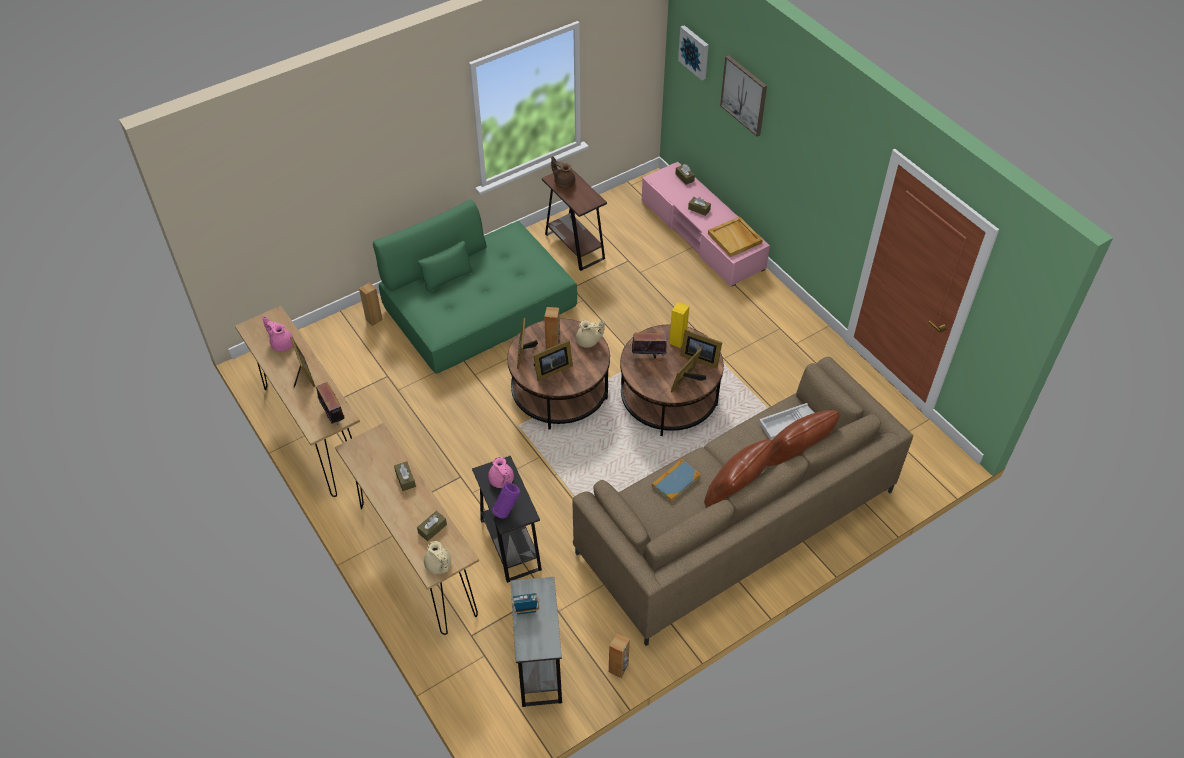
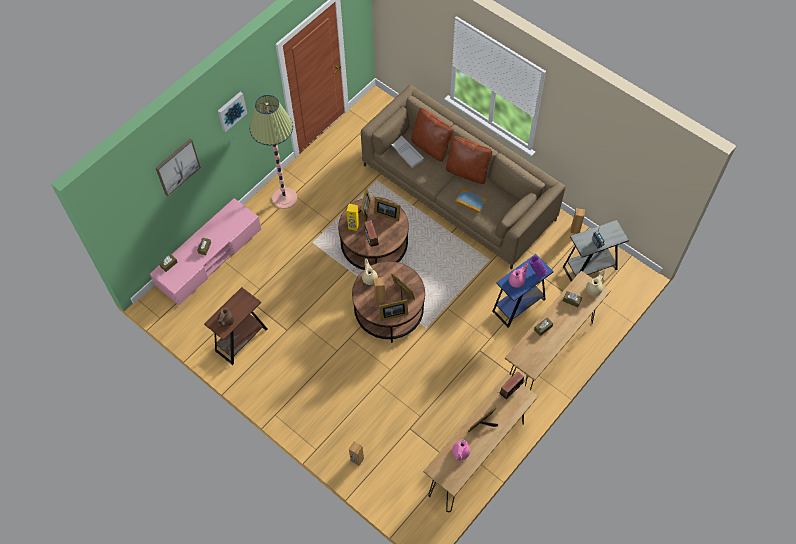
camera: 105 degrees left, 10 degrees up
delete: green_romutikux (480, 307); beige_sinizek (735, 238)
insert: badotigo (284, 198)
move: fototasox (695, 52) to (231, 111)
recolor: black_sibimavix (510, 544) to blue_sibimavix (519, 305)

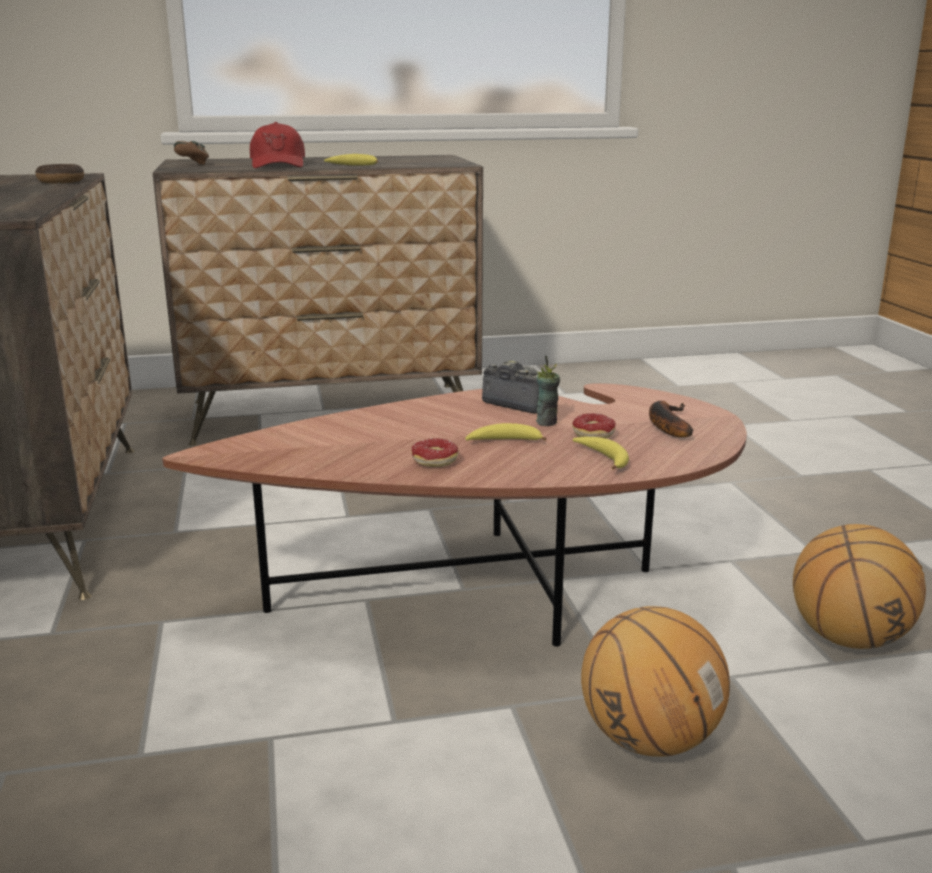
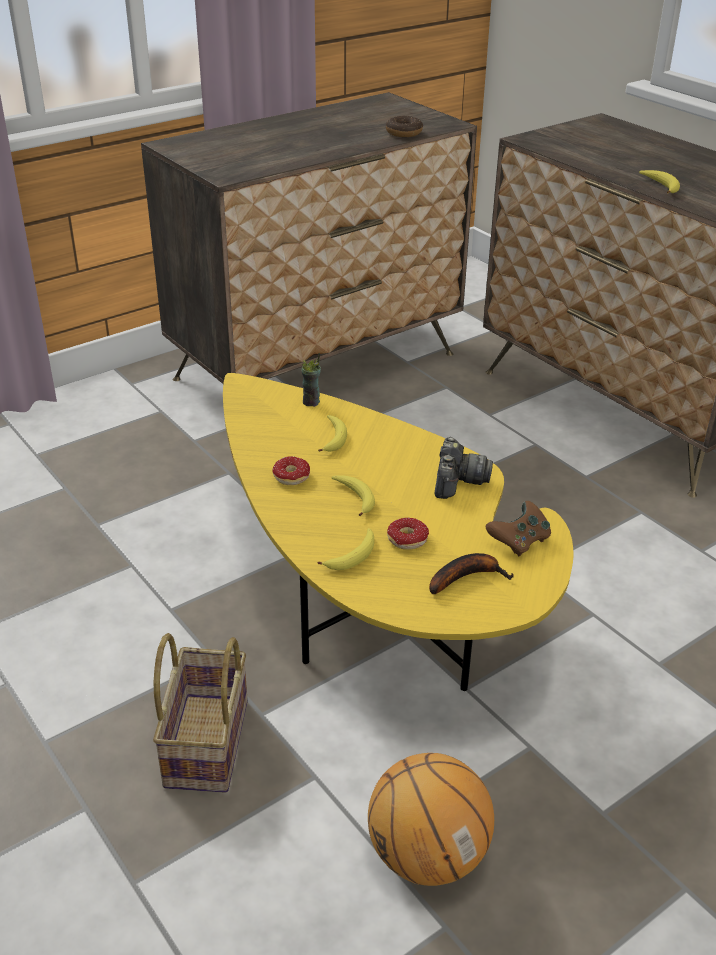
camera: 65 degrees right, 15 degrees up
delete: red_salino (278, 165)
insert: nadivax (333, 438)
move: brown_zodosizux (192, 164) to (519, 541); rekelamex (546, 422) to (311, 402)
replace: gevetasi (648, 739) to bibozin (205, 740)
recolor: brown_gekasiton (497, 587) to yellow_gekasiton (371, 606)

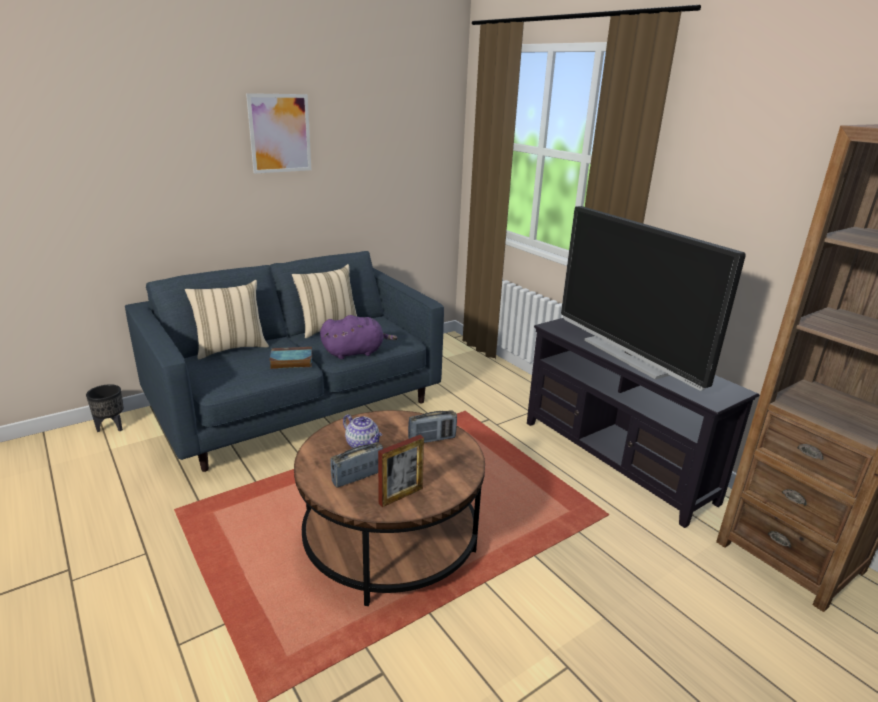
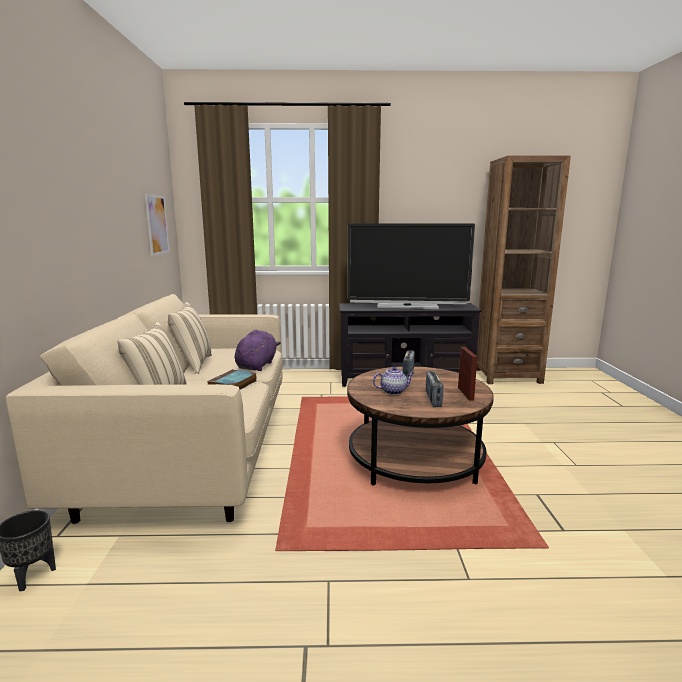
camera: 55 degrees left, 10 degrees down
move: fototasox (280, 133) to (157, 225)
recolor: blue_romutikux (297, 407) to beige_romutikux (194, 452)

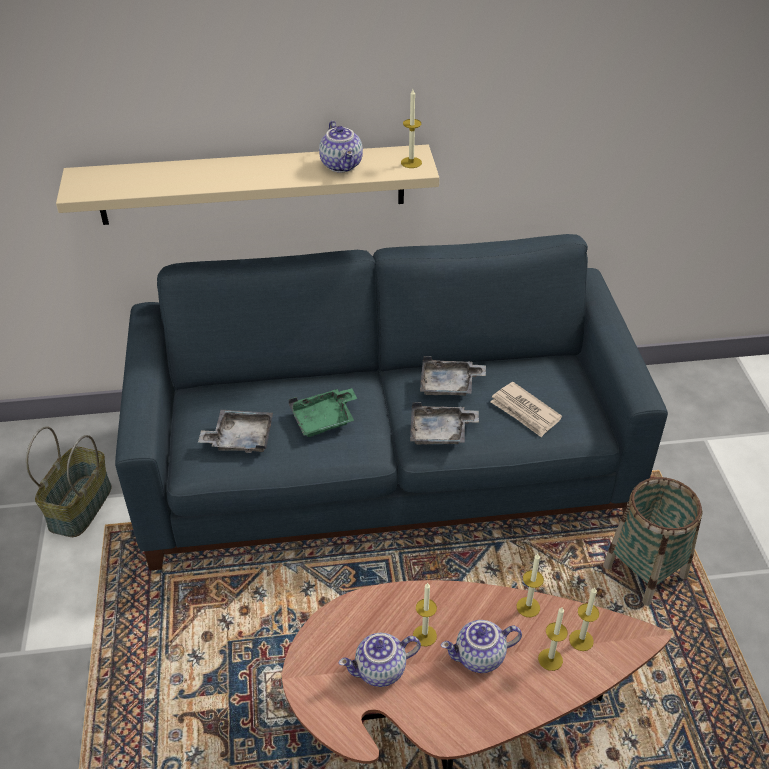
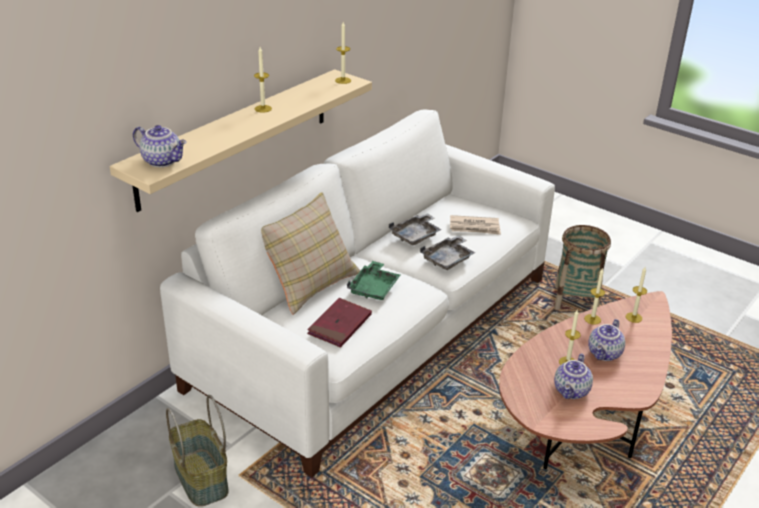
camera: 45 degrees left, 10 degrees down
insert: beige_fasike (308, 283)
move: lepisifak (342, 165) to (163, 161); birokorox (550, 659) to (263, 108)
replace: grey_sinizek (240, 438) to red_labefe (339, 325)
recolor: blue_romutikux (386, 467) to white_romutikux (377, 331)

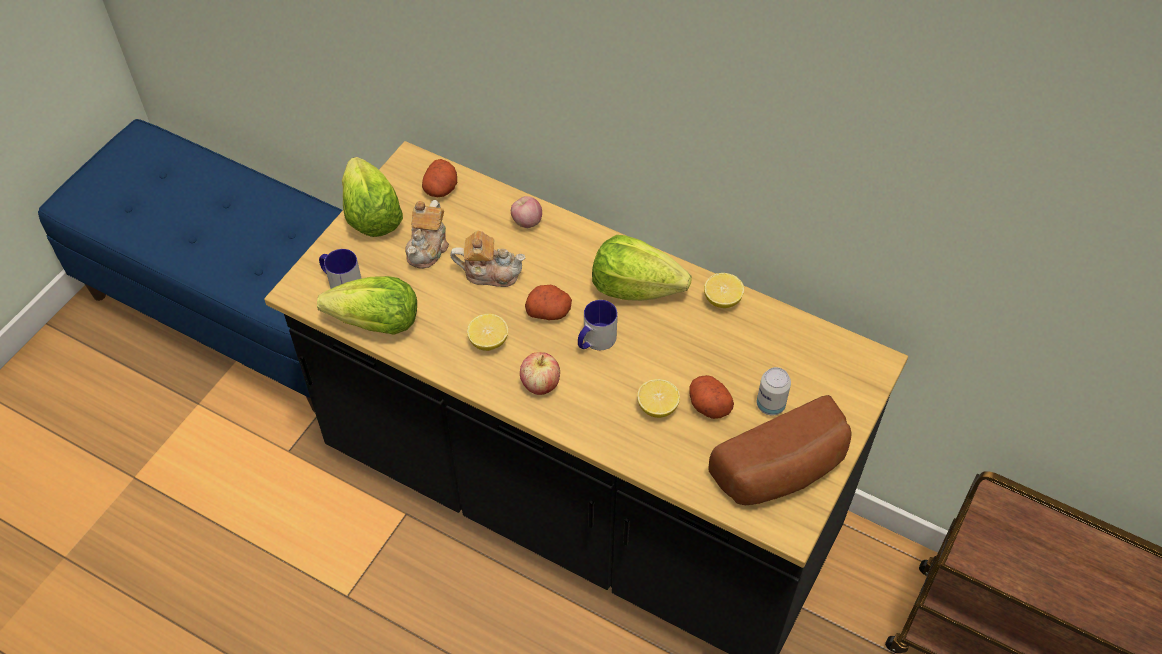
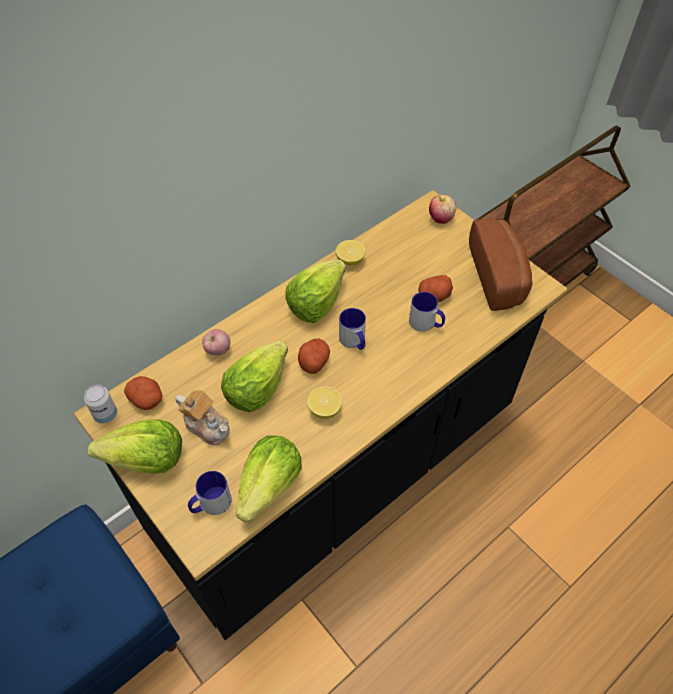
camera: 70 degrees left, 0 degrees up
move: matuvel (540, 384) to (440, 218); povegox (770, 405) to (105, 414)
replace: lepisifak (490, 272) to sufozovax (256, 389); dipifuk (657, 407) to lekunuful (426, 323)

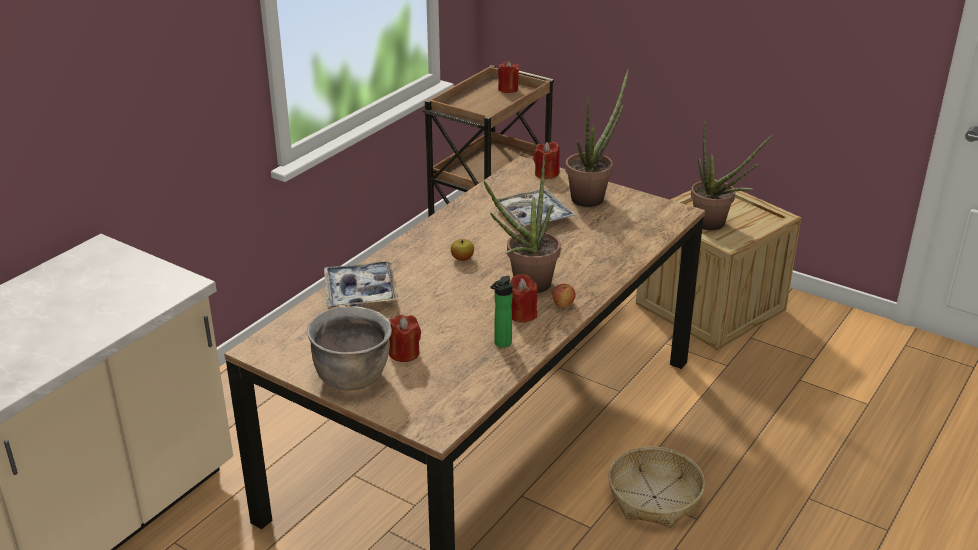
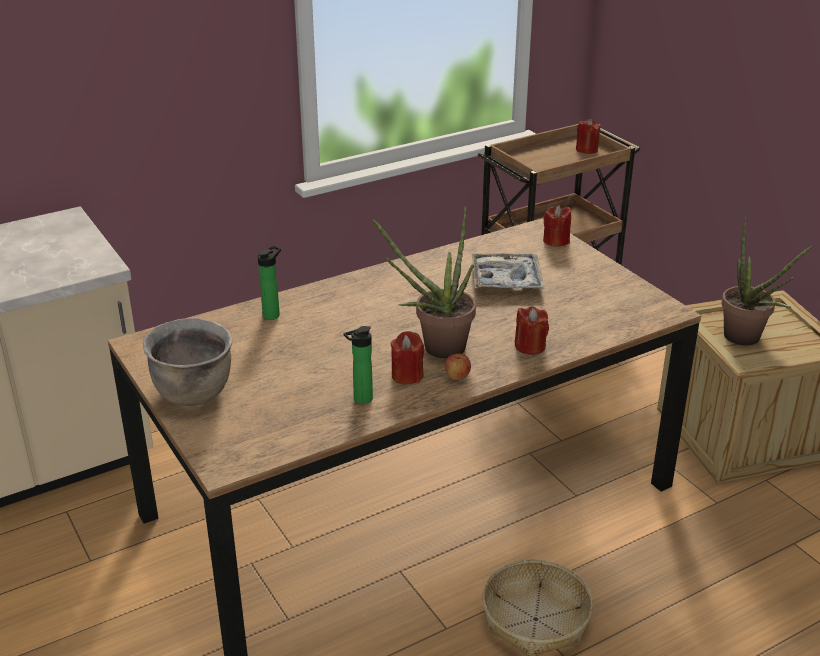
camera: 25 degrees right, 0 degrees up
delete: matuvel (462, 258); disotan (592, 196)
move: red_birokorox (404, 353) to (530, 346)
replace: sinizek (360, 292) to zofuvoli (273, 314)

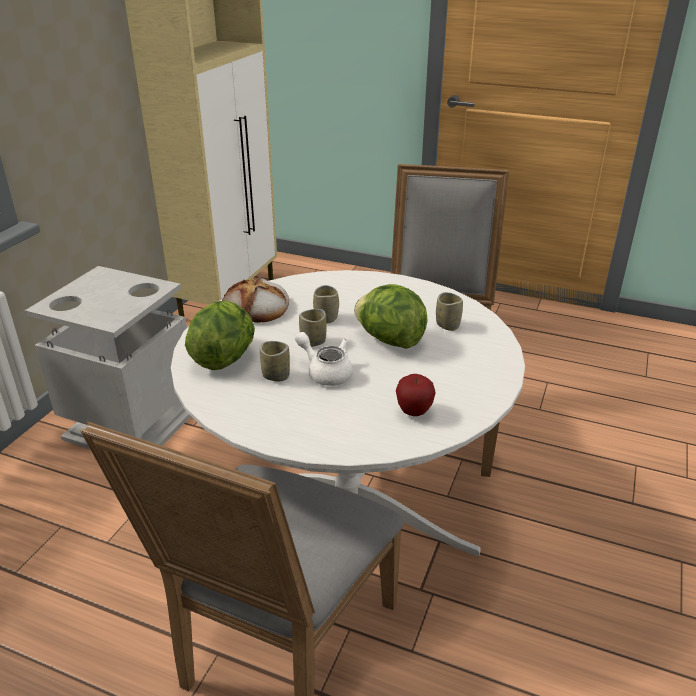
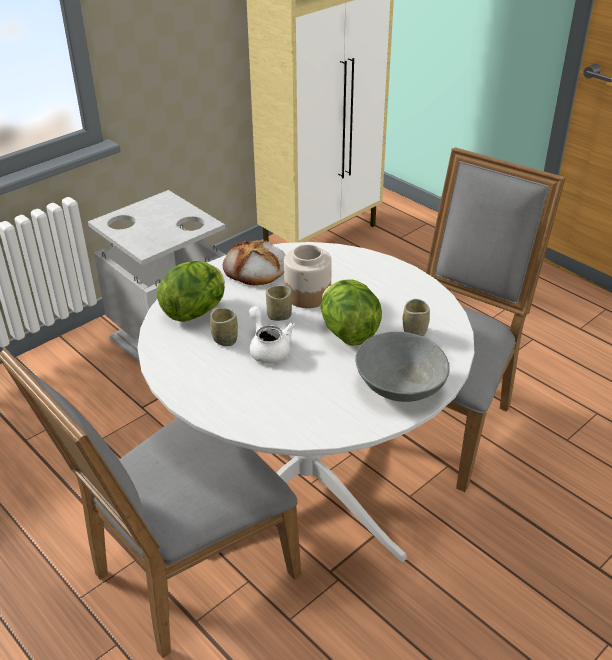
camera: 25 degrees right, 5 degrees up
delete: matuvel (414, 412)
insert: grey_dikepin (398, 386)
replace: rekelamex (326, 318) to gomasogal (308, 295)

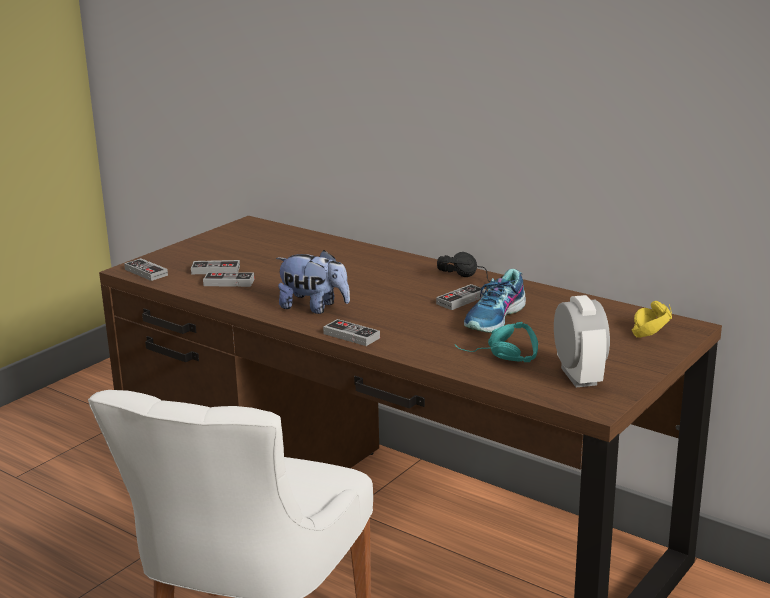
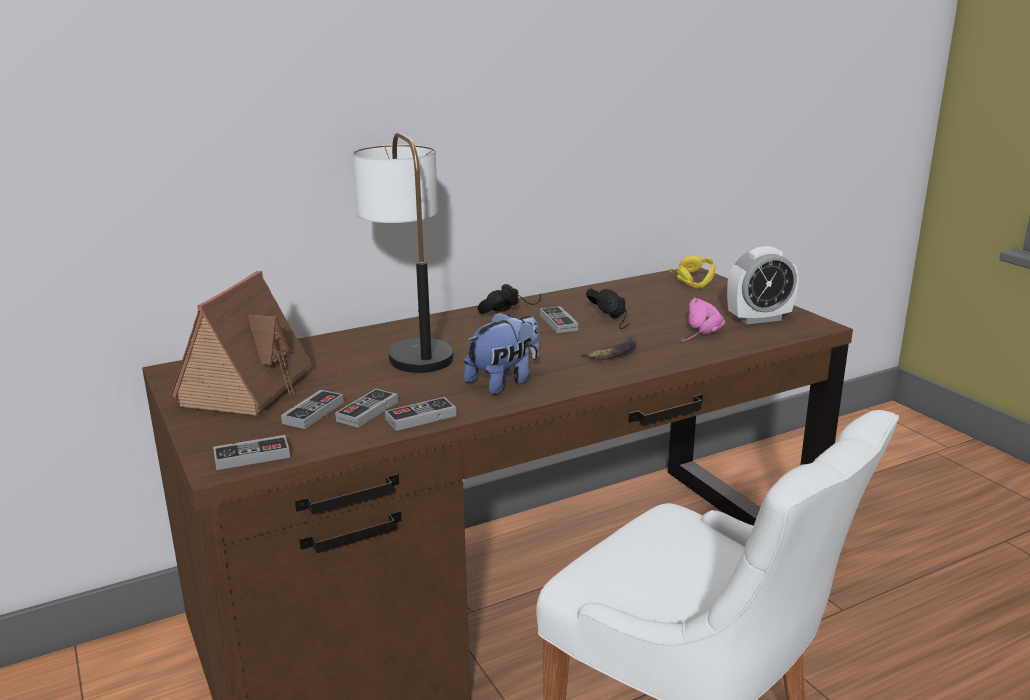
camera: 65 degrees left, 0 degrees up
insert: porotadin (248, 387); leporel (411, 346); nadivax (612, 353)
move: zodosizux (351, 336) to (421, 417)
replace: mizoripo (496, 318) to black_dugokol (615, 319)
recolor: turquoise_dugokol (497, 358) to pink_dugokol (703, 335)
rotate: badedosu (578, 376) = (759, 319) 150 degrees clockwise

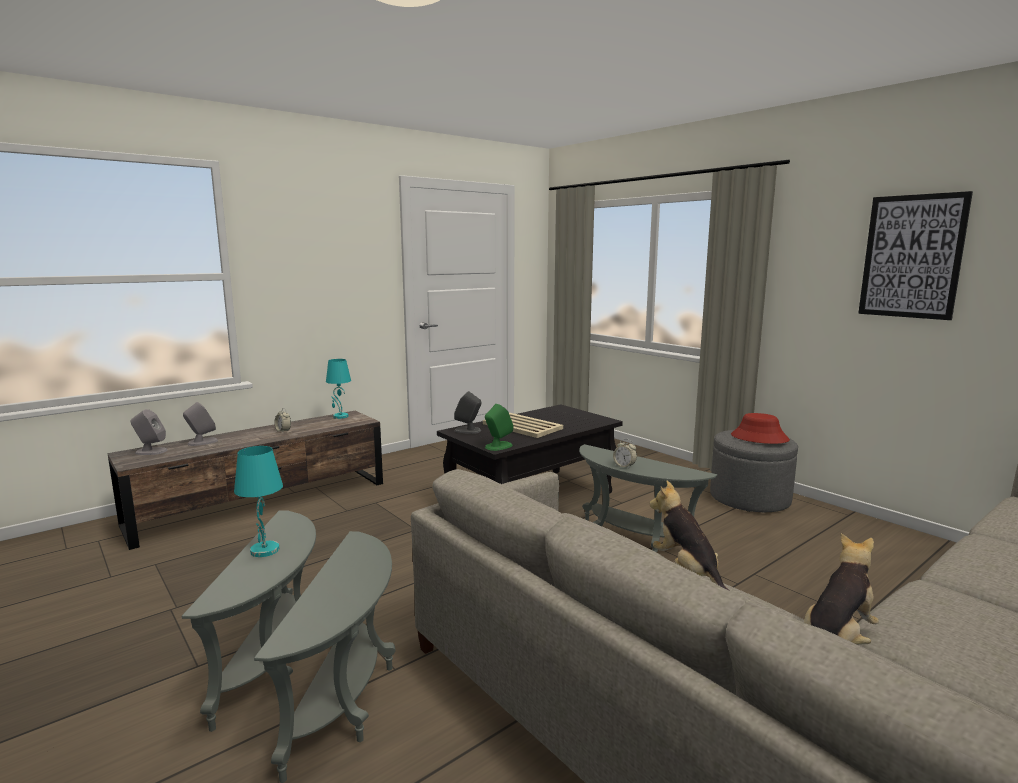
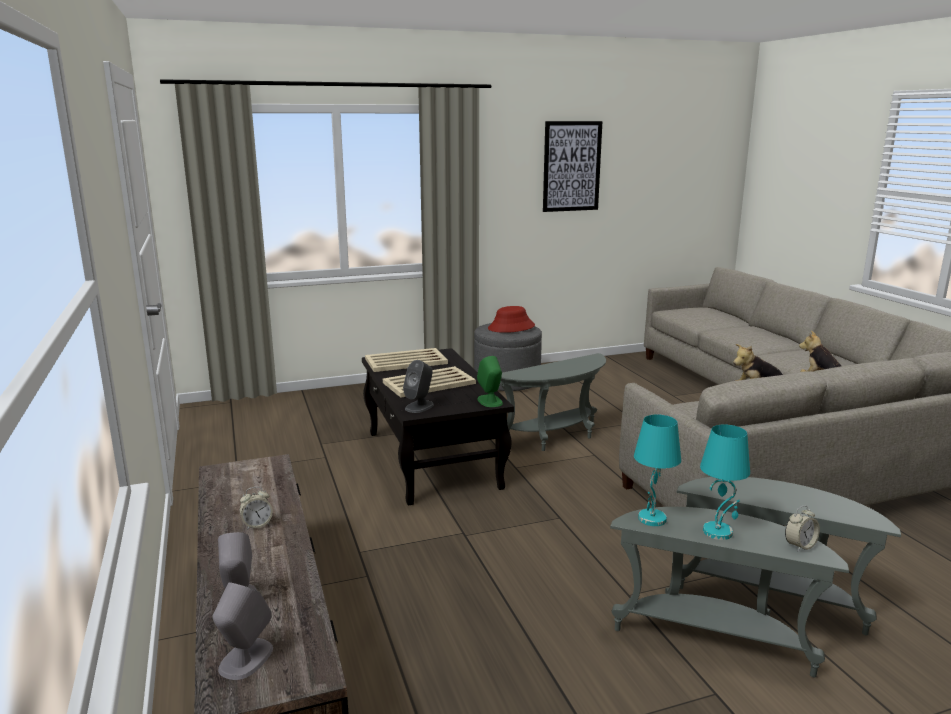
camera: 70 degrees left, 5 degrees up
insert: beige_sinizek (407, 361)
move: turquoise_leporel (340, 416) to (652, 519); badedosu (624, 466) to (799, 546)

